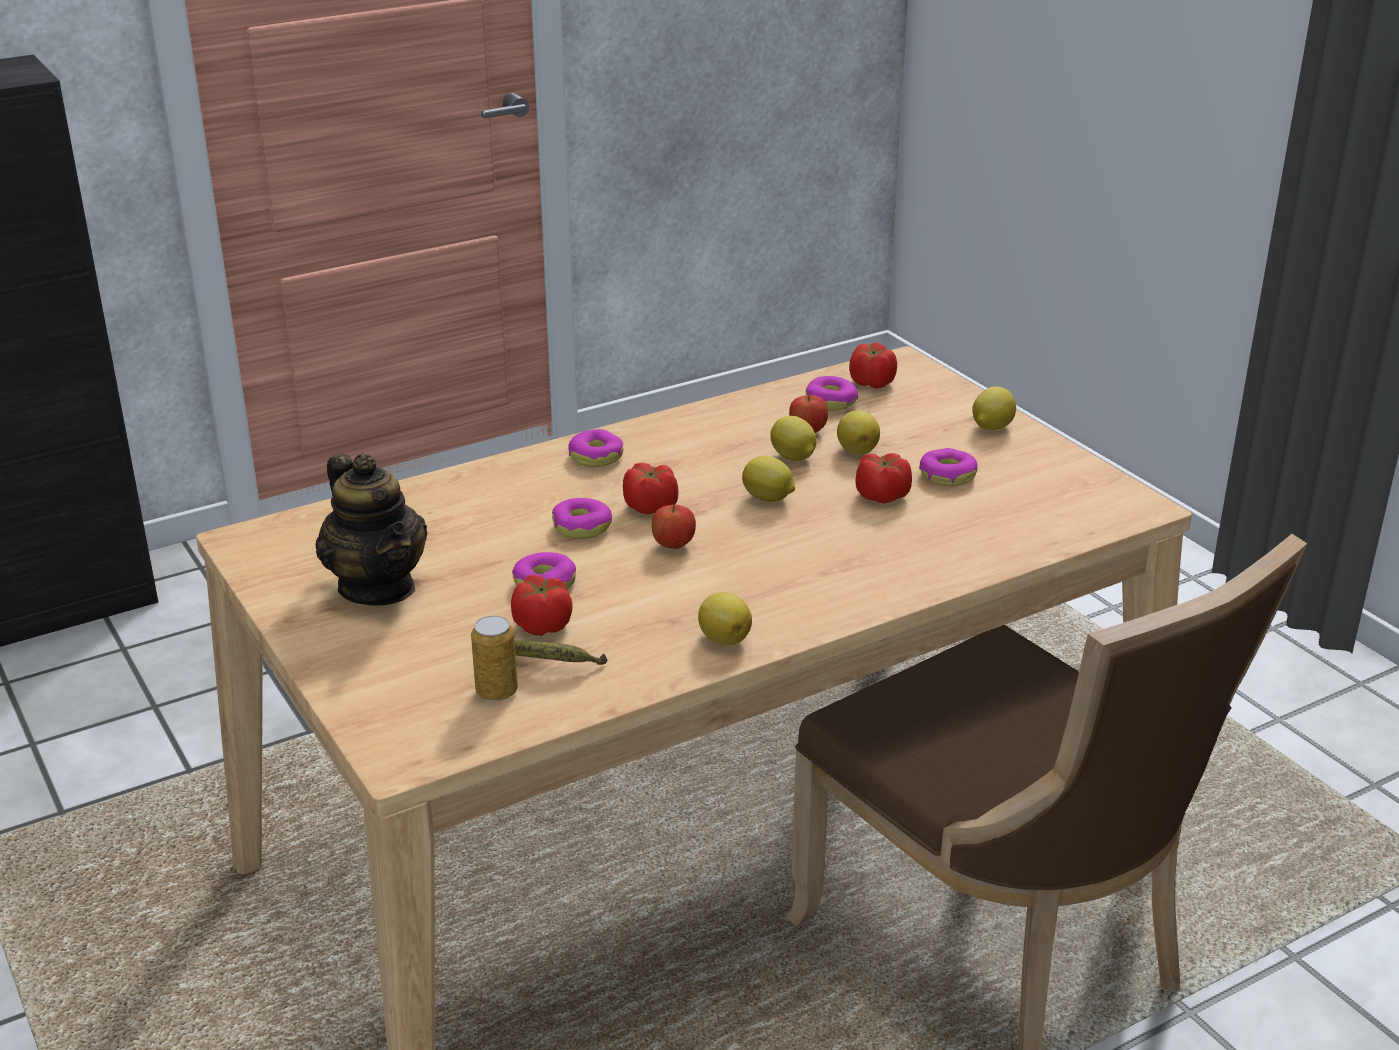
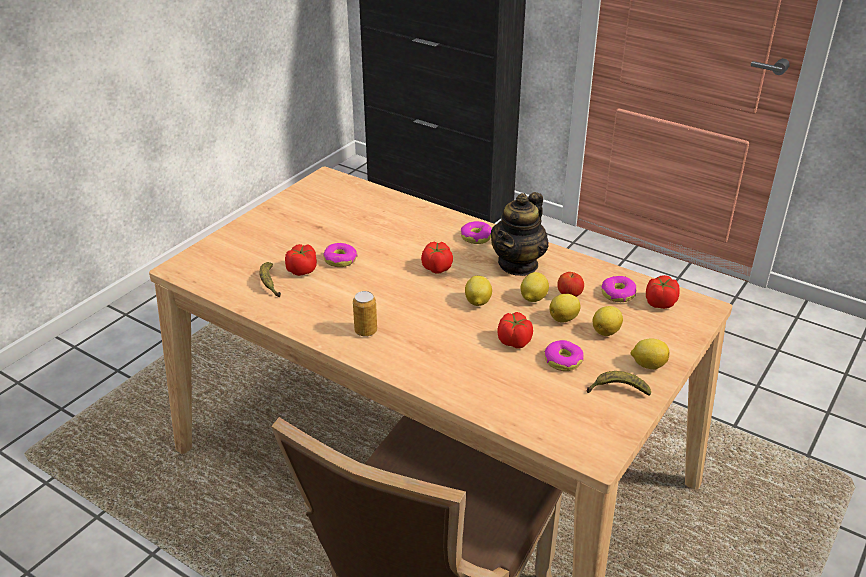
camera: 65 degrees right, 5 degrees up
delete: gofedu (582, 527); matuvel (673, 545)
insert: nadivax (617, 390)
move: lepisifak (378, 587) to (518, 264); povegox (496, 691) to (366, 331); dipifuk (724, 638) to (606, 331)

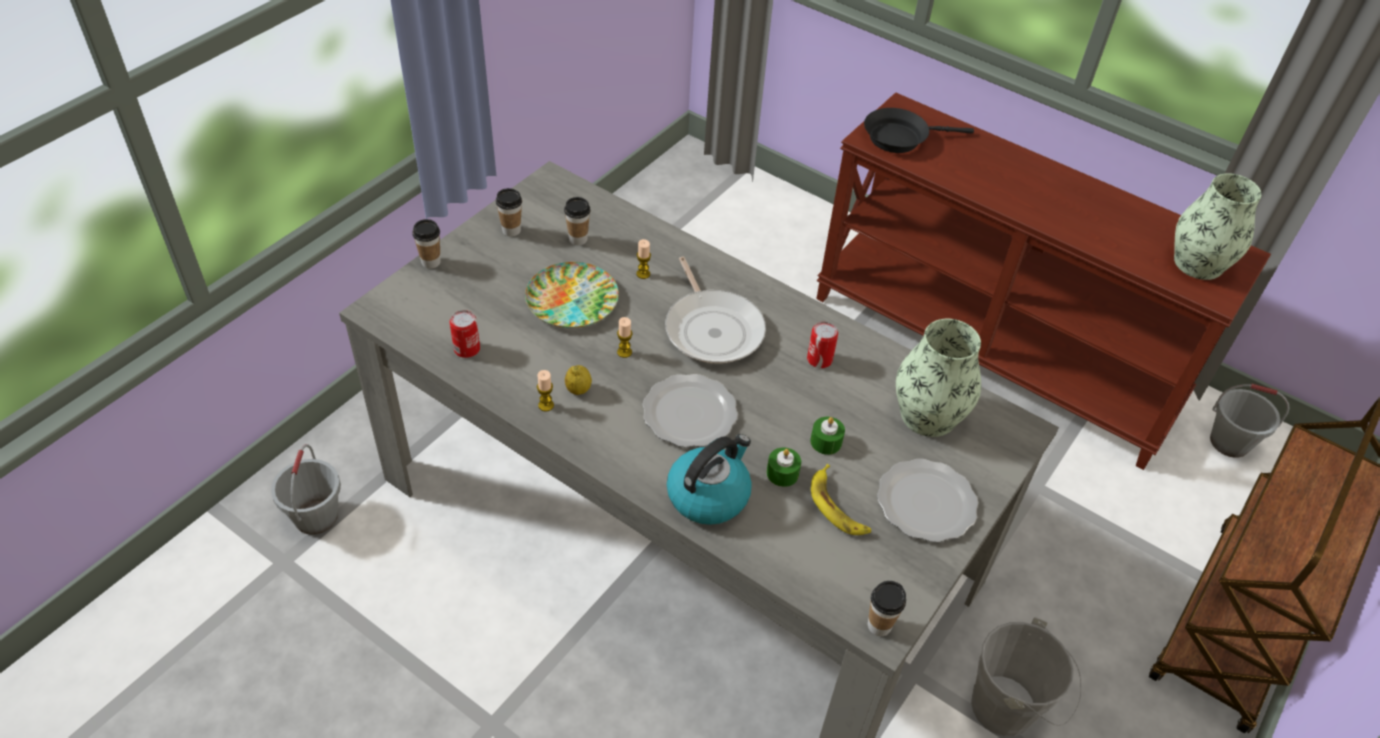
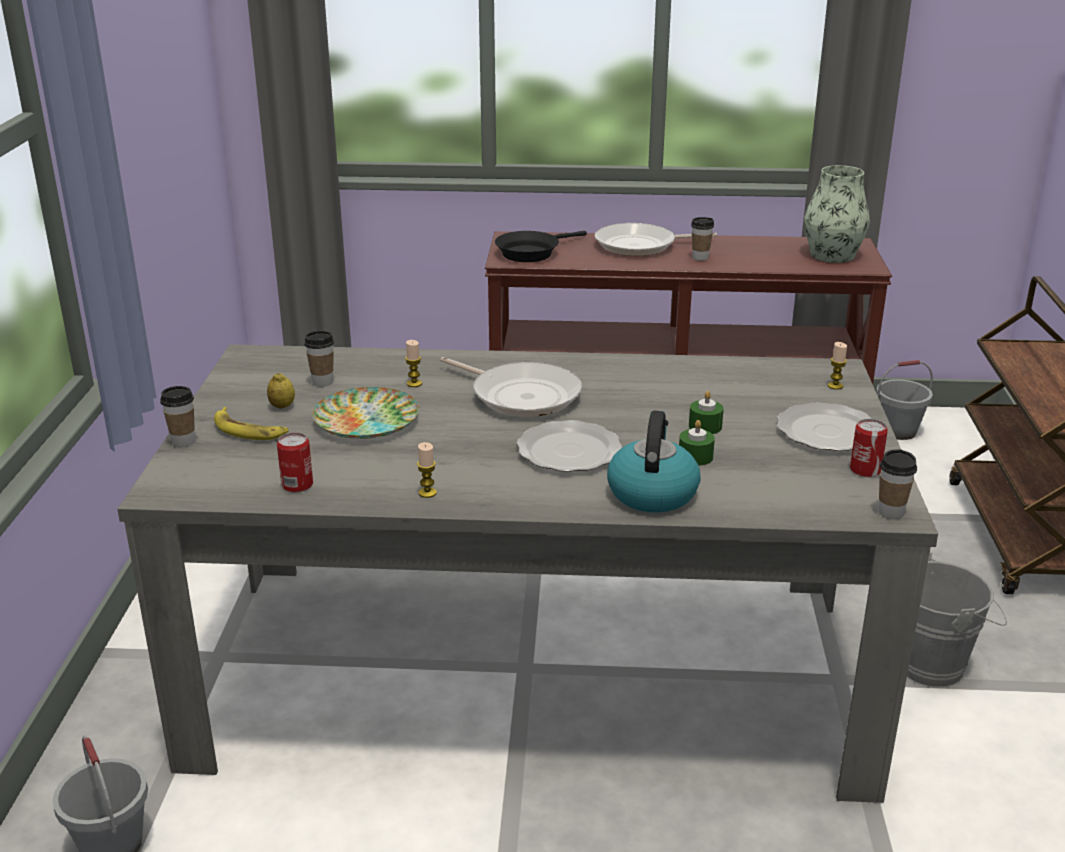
camera: 30 degrees left, 20 degrees down
delete: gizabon (928, 415)
insert: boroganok (640, 246)
move: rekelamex (511, 230) to (700, 258); dipifuk (578, 390) to (282, 406); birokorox (624, 352) to (835, 386); povegox (819, 359) to (865, 470); nadivax (837, 506) to (248, 430)

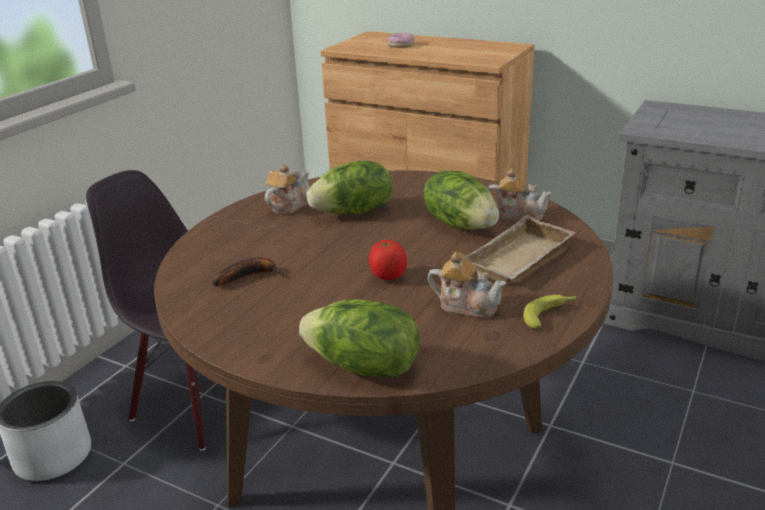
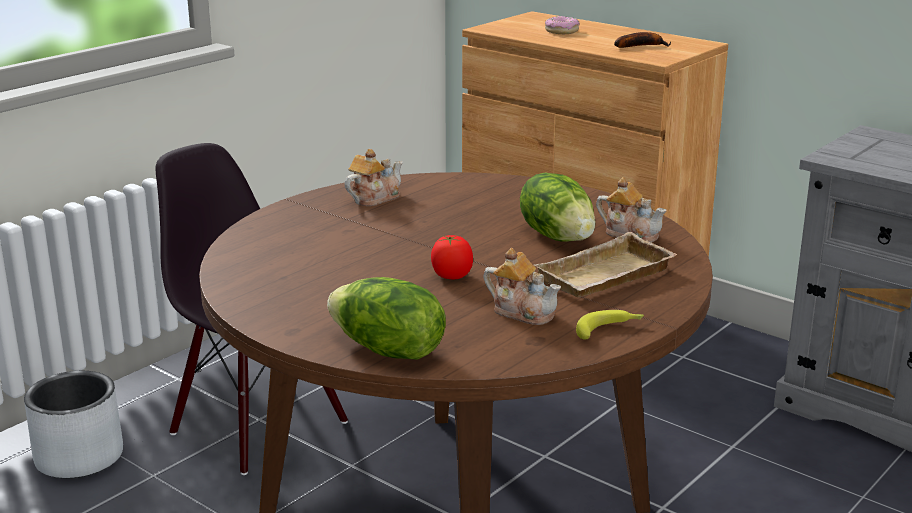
camera: 10 degrees right, 5 degrees down
delete: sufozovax (354, 212)
move: nadivax (250, 276) to (641, 46)

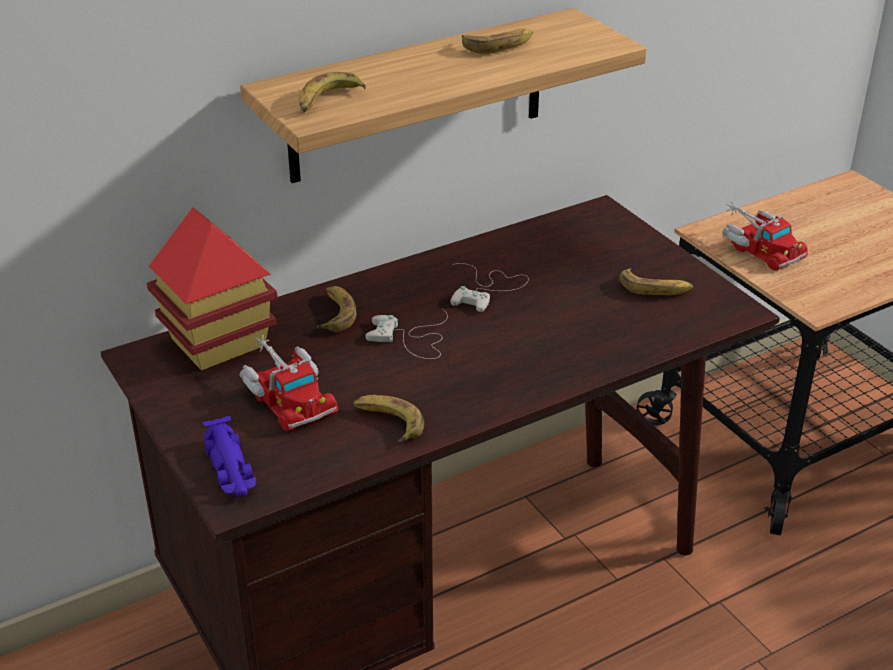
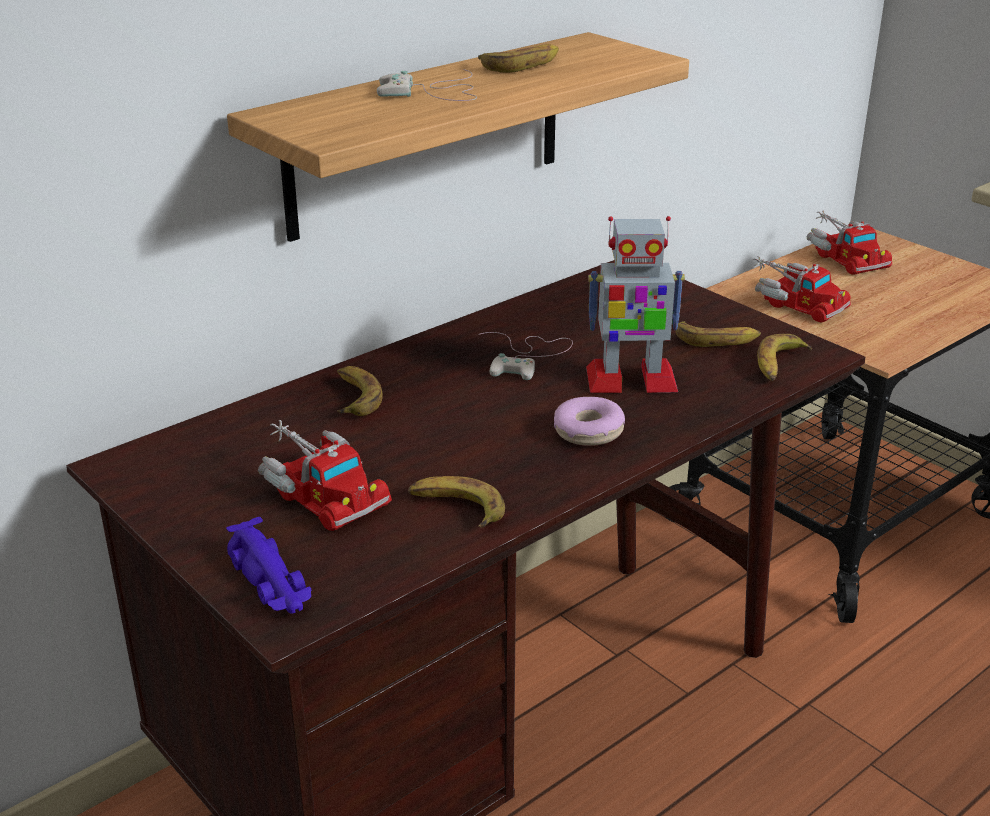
camera: 10 degrees left, 5 degrees down
delete: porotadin (218, 343)
insert: gofedu (588, 431); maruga (630, 380); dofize (844, 256)
move: nadivax (327, 100) to (779, 365); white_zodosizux (411, 339) to (434, 93)

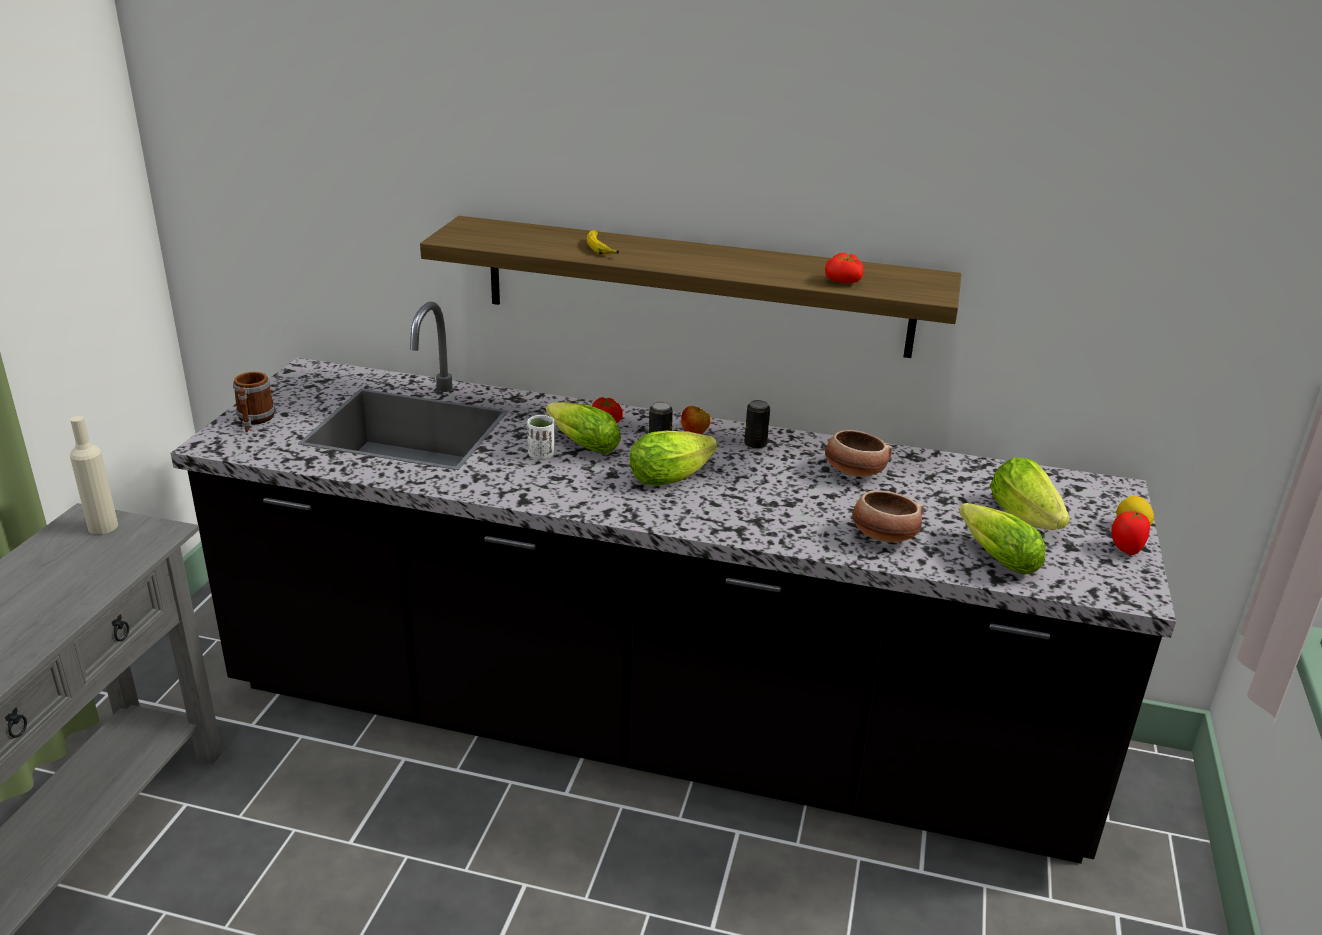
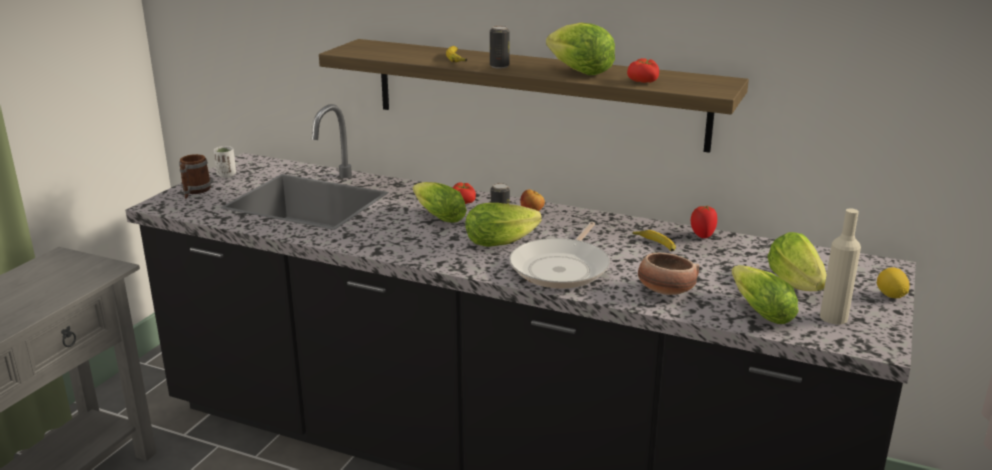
camera: 10 degrees right, 5 degrees down
insert: boroganok (562, 268); sufozovax (580, 72)
move: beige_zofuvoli (103, 526) to (833, 317); white_rekelamex (541, 455) to (226, 175); povegox (755, 444) to (499, 66); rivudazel (1125, 549) to (702, 235)
replace: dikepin (853, 472) to nadivax (655, 244)

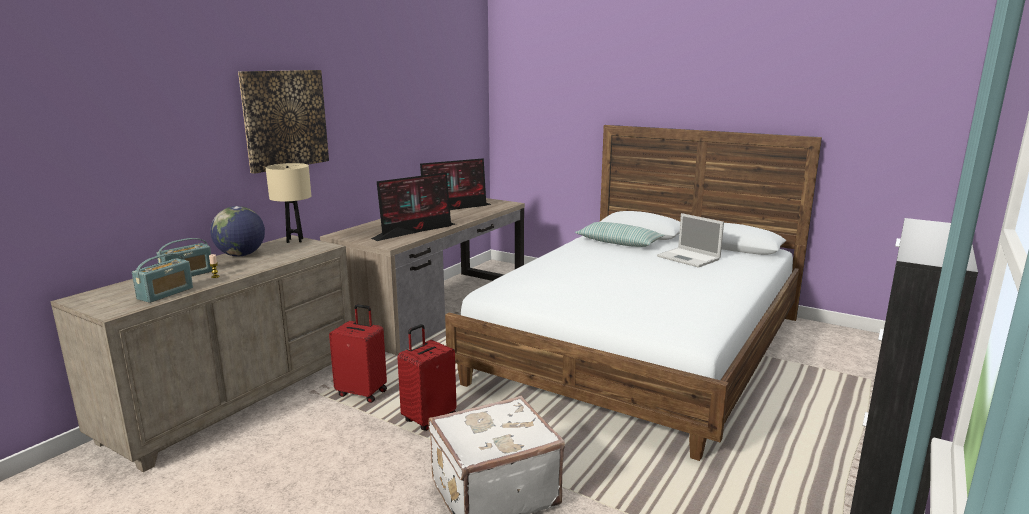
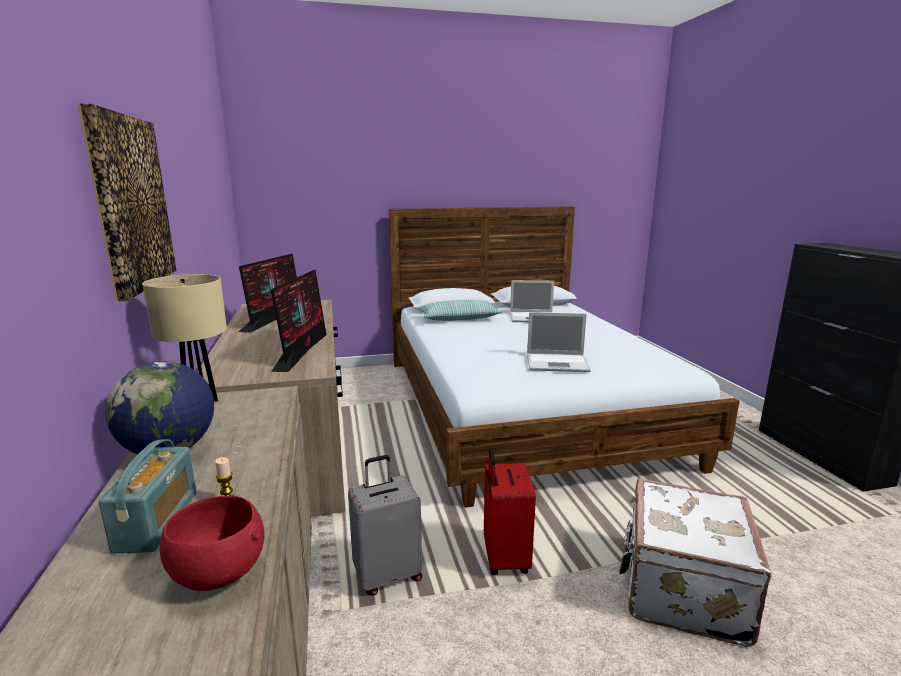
camera: 45 degrees left, 0 degrees up
insert: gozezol (558, 363)
replace: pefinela (165, 293) to red_dikepin (218, 574)
recolor: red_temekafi (362, 392) to grey_temekafi (387, 575)

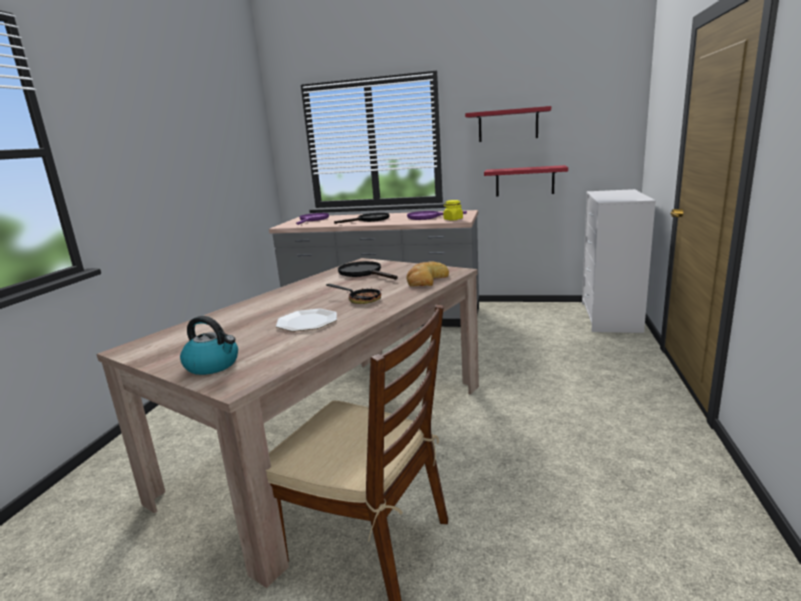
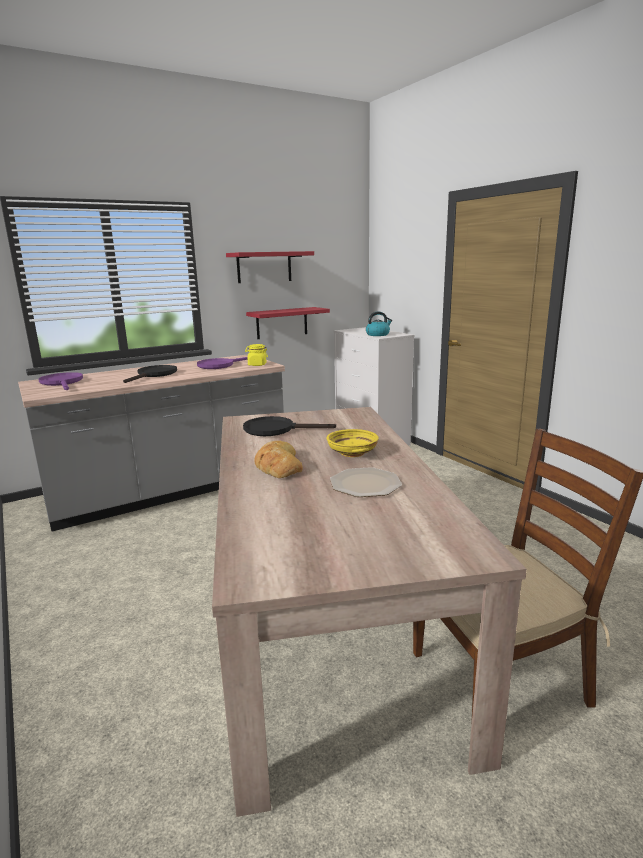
camera: 45 degrees left, 0 degrees up
move: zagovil (213, 365) to (378, 334); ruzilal (425, 280) to (278, 466)
replace: boroganok (360, 299) to yellow_dikepin (352, 452)

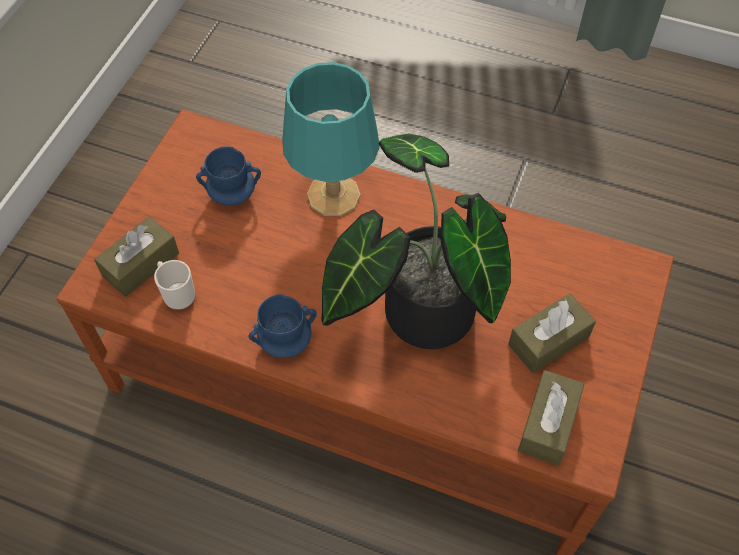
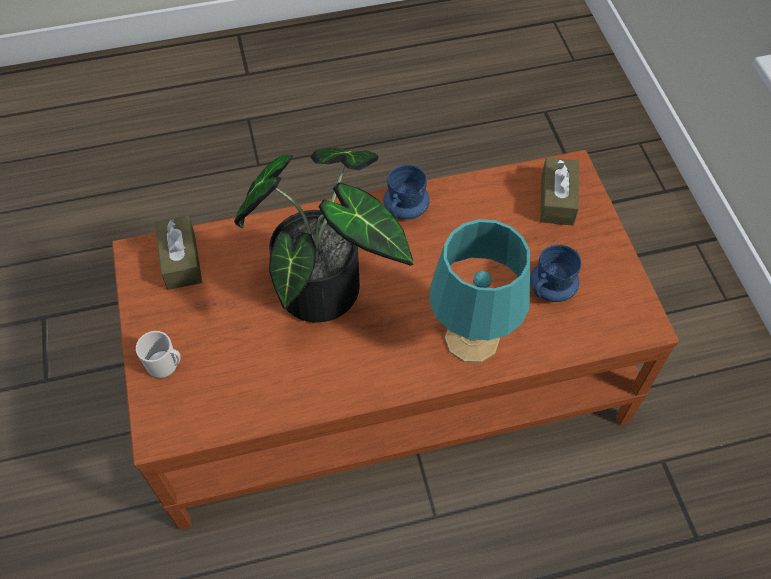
camera: 145 degrees right, 0 degrees up
delete: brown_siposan (548, 340)
move: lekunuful (177, 294) to (166, 365)

